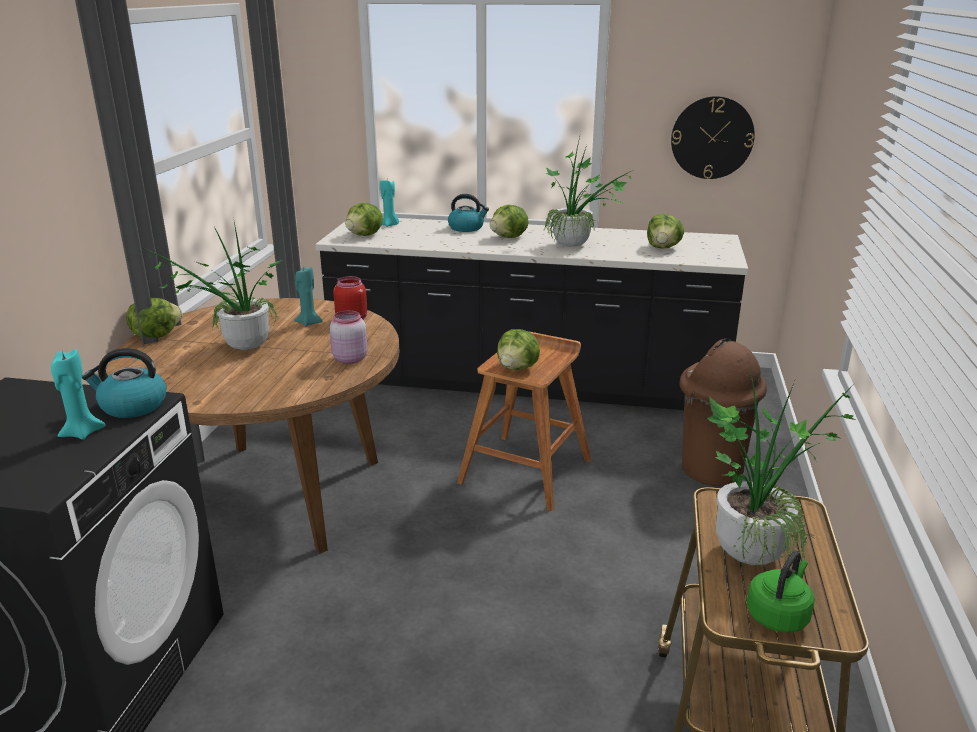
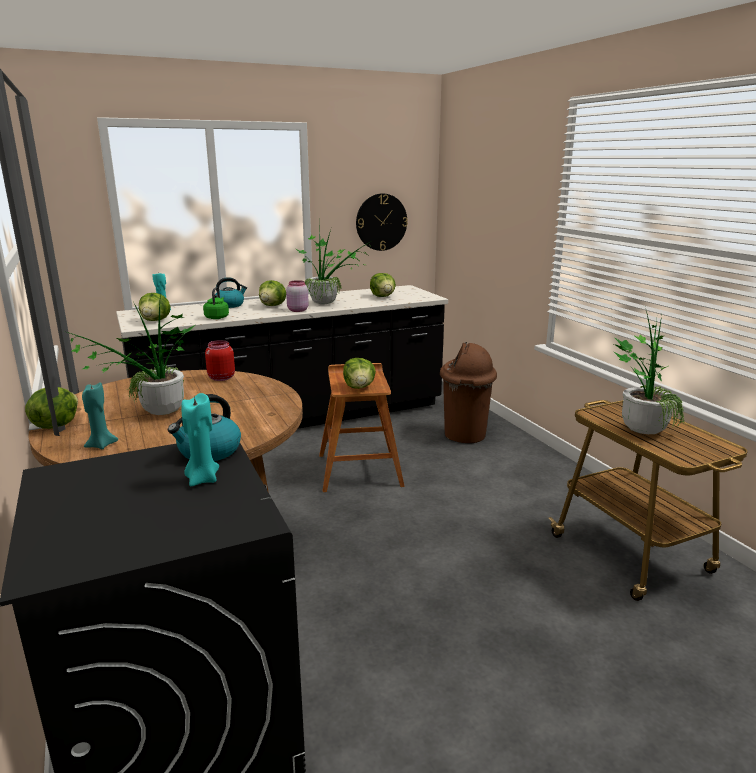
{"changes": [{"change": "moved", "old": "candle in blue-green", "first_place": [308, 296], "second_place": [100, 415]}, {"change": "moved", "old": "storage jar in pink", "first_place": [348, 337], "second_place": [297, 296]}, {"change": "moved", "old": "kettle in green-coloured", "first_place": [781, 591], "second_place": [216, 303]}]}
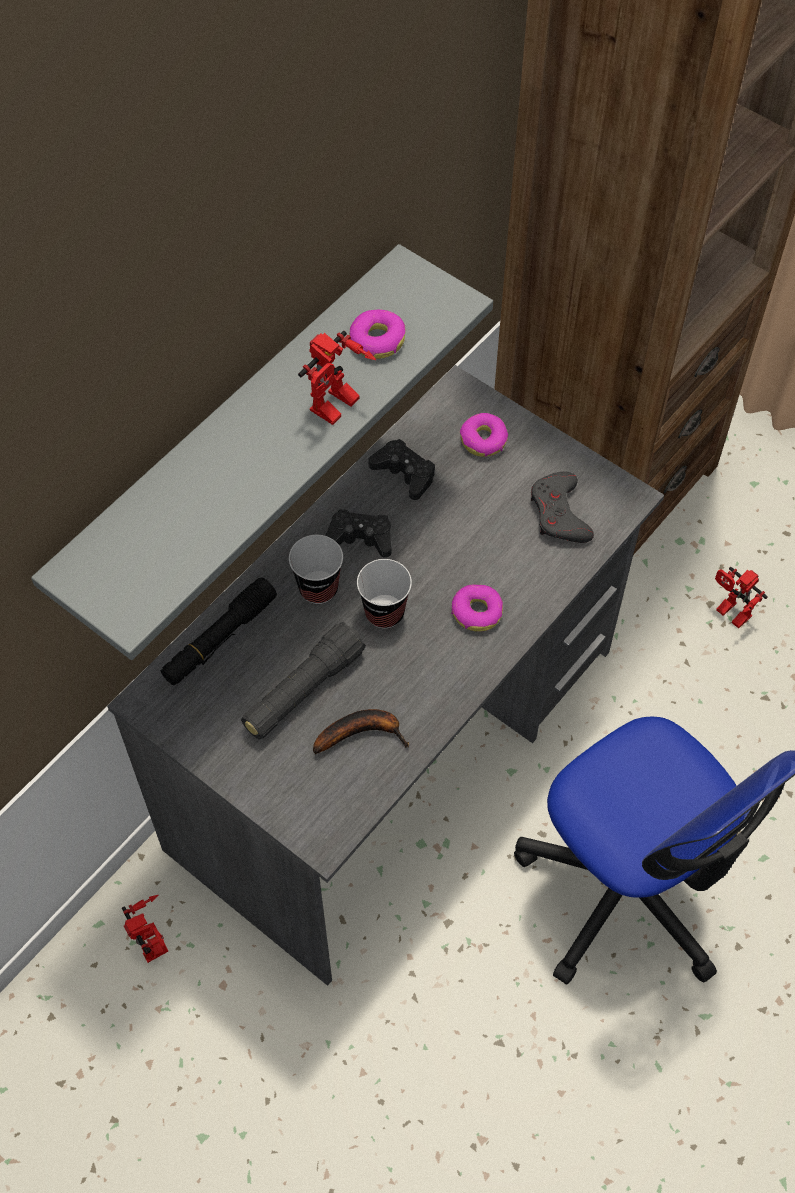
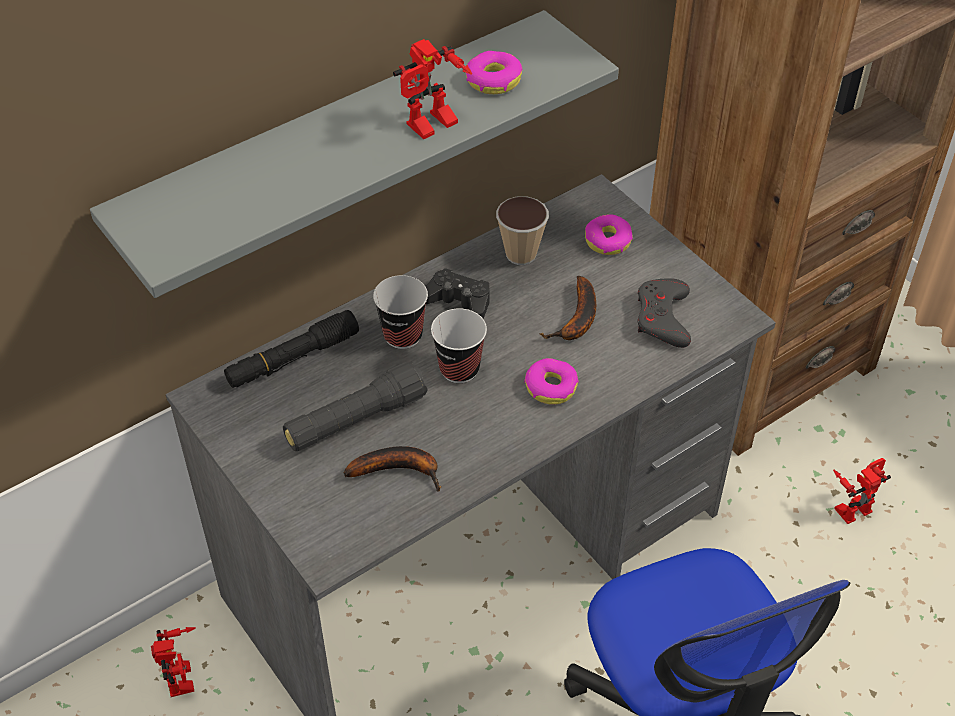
{"changes": [{"change": "added", "new": "banana", "second_place": [568, 308]}, {"change": "replaced", "old": "gamepad in black", "new": "drinking cup", "first_place": [402, 469], "second_place": [522, 230]}, {"change": "turned", "old": "model robot", "first_place": [741, 598], "second_place": [862, 491], "degrees": 90}]}
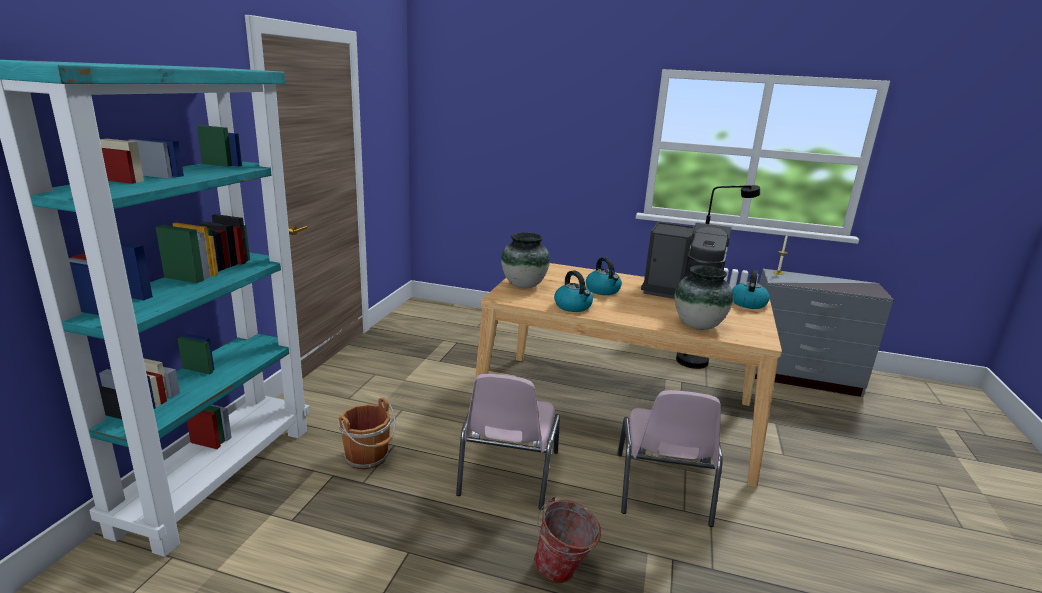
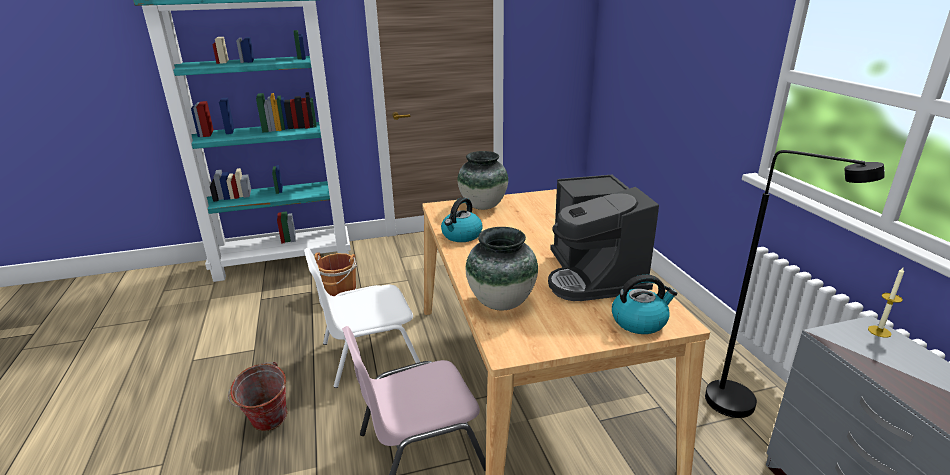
{"changes": [{"change": "removed", "old": "kettle", "first_place": [604, 276]}, {"change": "recoloured", "old": "upright chair in pink", "new": "upright chair in white-coloured", "first_place": [508, 442], "second_place": [362, 318]}]}
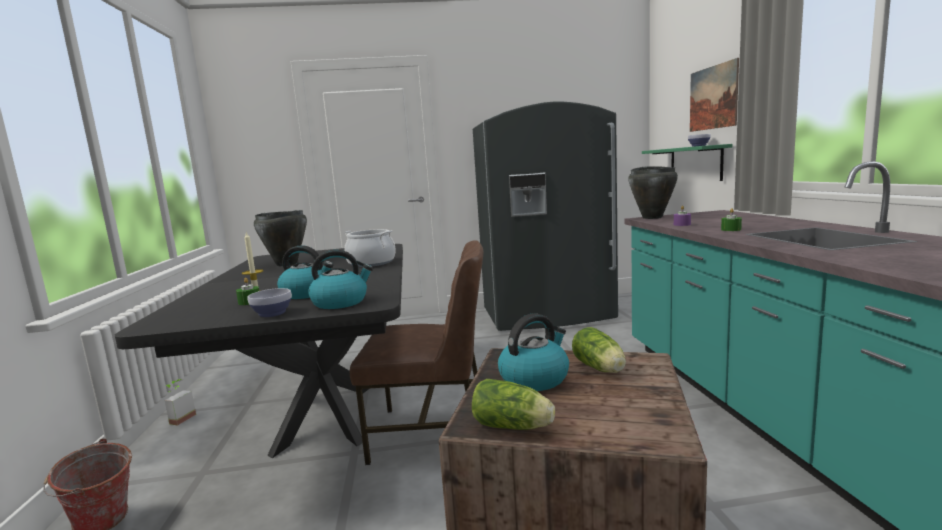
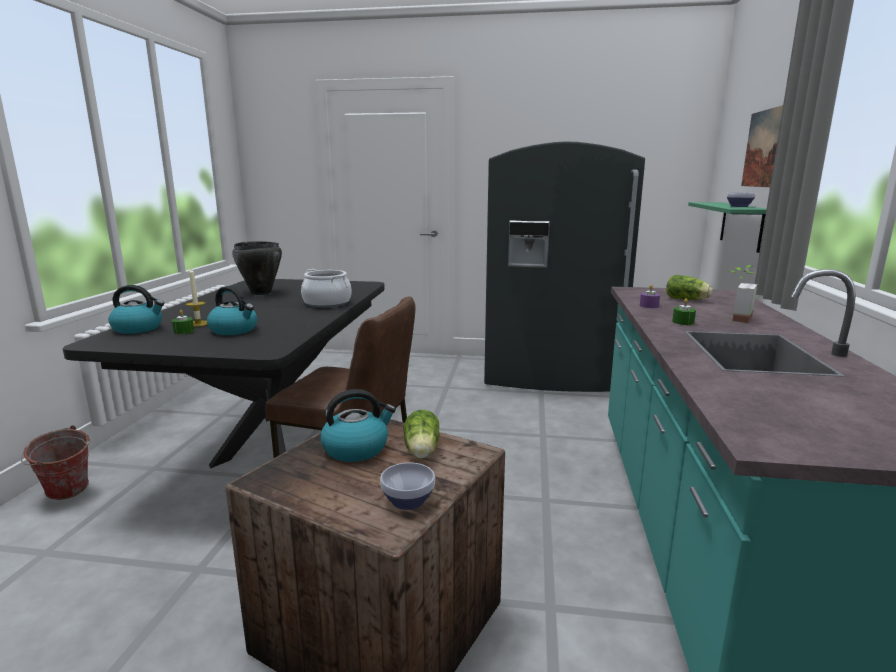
{"changes": [{"change": "removed", "old": "cooking pot in black", "first_place": [653, 192]}, {"change": "moved", "old": "plant in a pot", "first_place": [180, 402], "second_place": [744, 294]}, {"change": "moved", "old": "bowl", "first_place": [270, 302], "second_place": [407, 486]}, {"change": "moved", "old": "kettle", "first_place": [340, 279], "second_place": [136, 309]}, {"change": "moved", "old": "lettuce head", "first_place": [513, 404], "second_place": [689, 287]}]}
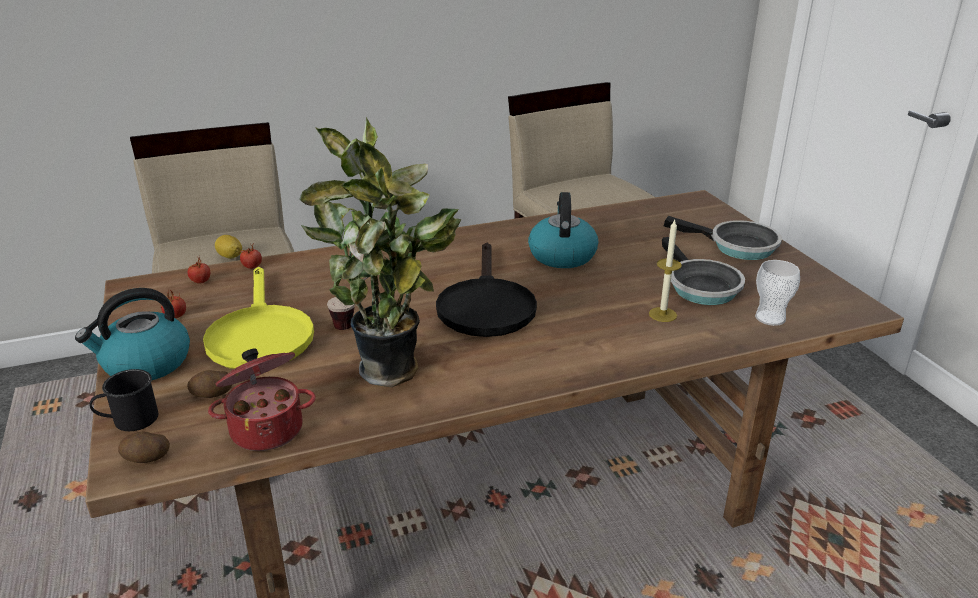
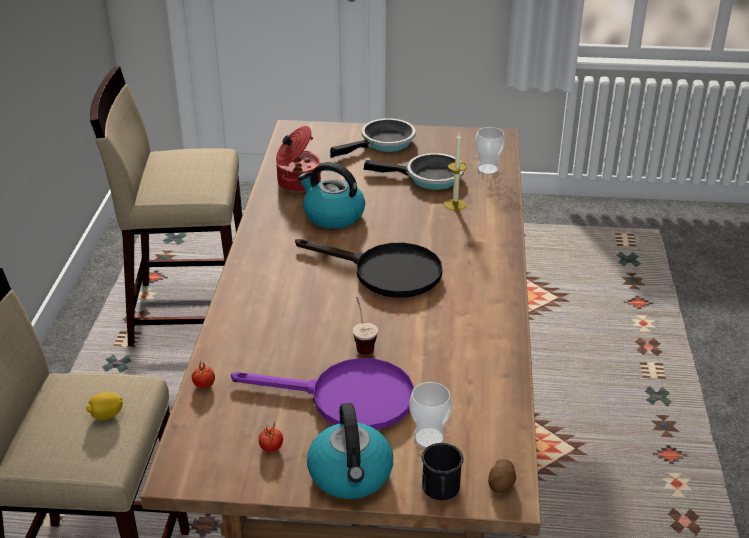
{"changes": [{"change": "removed", "old": "tomato", "first_place": [198, 270]}, {"change": "removed", "old": "plant in a pot", "first_place": [380, 252]}, {"change": "moved", "old": "cooking pot", "first_place": [261, 399], "second_place": [298, 159]}, {"change": "replaced", "old": "potato", "new": "drinking cup", "first_place": [209, 384], "second_place": [430, 415]}, {"change": "recoloured", "old": "frying pan in yellowish", "new": "frying pan in purple-coloured", "first_place": [258, 318], "second_place": [322, 394]}]}
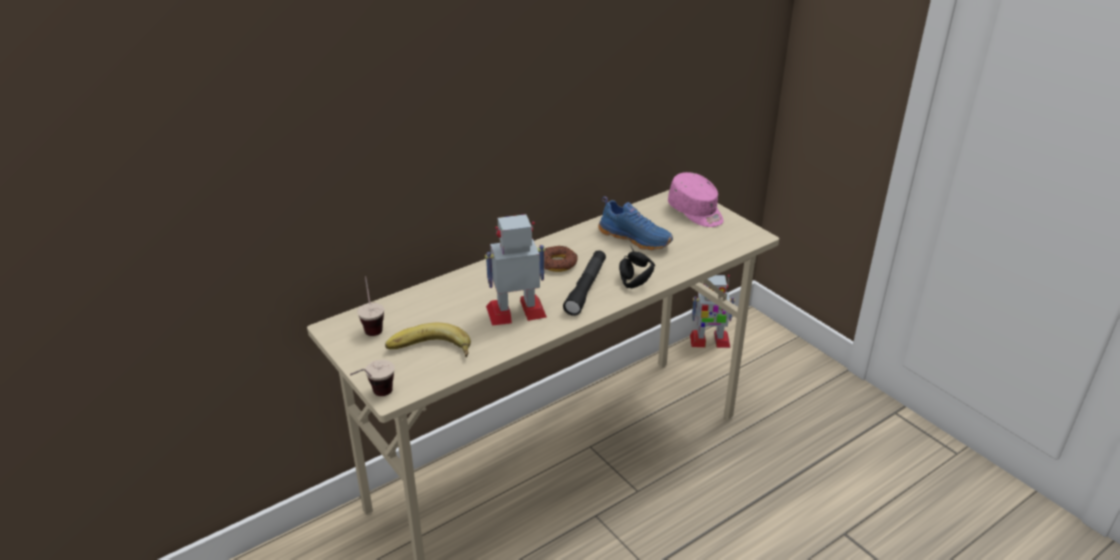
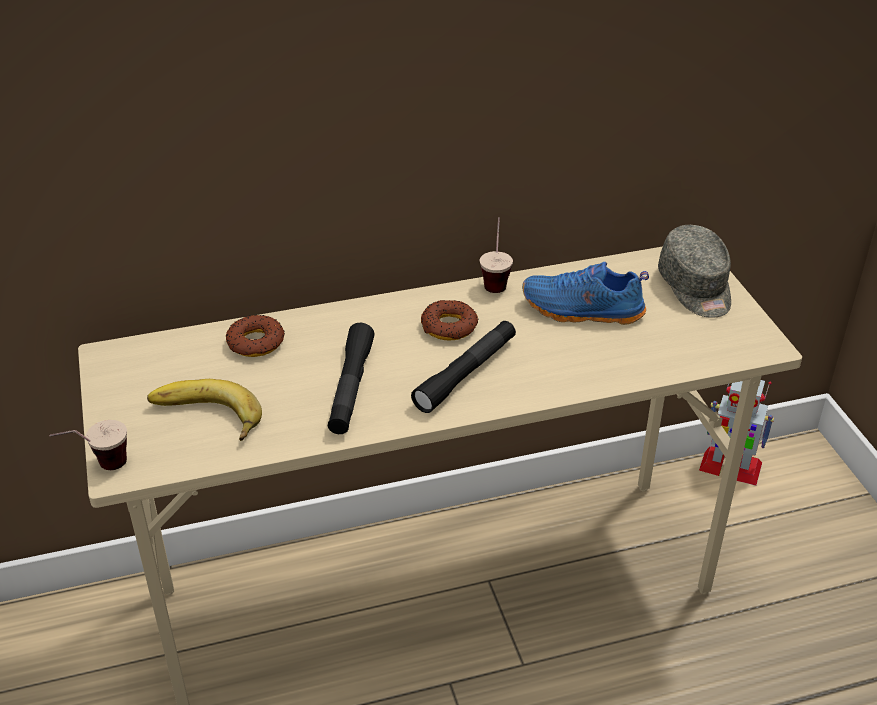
{"changes": [{"change": "removed", "old": "headset in black", "first_place": [637, 267]}, {"change": "added", "new": "ring doughnut", "second_place": [255, 336]}, {"change": "moved", "old": "drinking cup", "first_place": [370, 306], "second_place": [496, 255]}, {"change": "replaced", "old": "model robot", "new": "flashlight in black", "first_place": [516, 270], "second_place": [351, 378]}, {"change": "recoloured", "old": "cap in pink", "new": "cap in gray", "first_place": [695, 199], "second_place": [694, 271]}, {"change": "turned", "old": "low shoe in bluish", "first_place": [635, 223], "second_place": [585, 293], "degrees": 135}]}
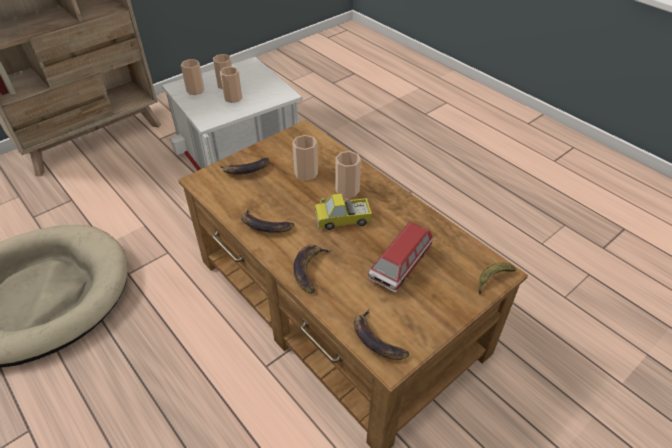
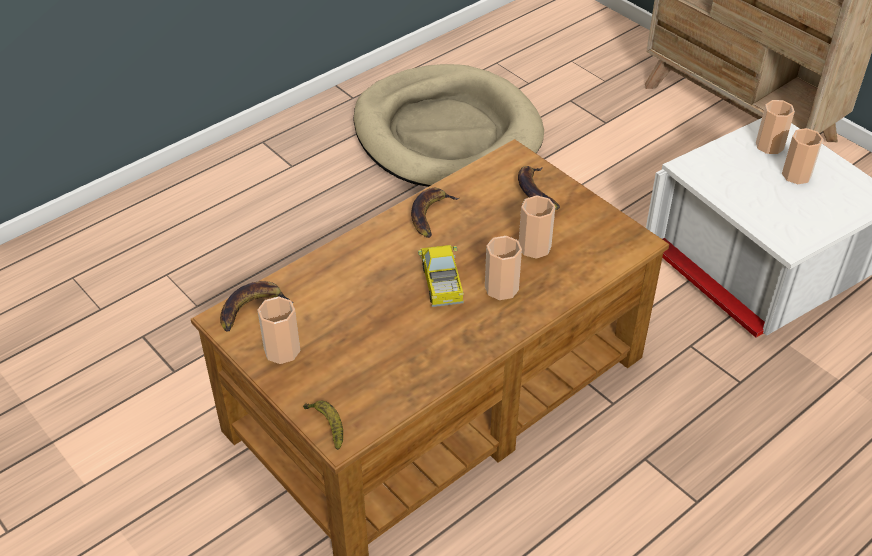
{"changes": [{"change": "removed", "old": "banana", "first_place": [313, 269]}, {"change": "removed", "old": "toy car", "first_place": [400, 257]}, {"change": "moved", "old": "drinking cup", "first_place": [231, 84], "second_place": [279, 330]}]}
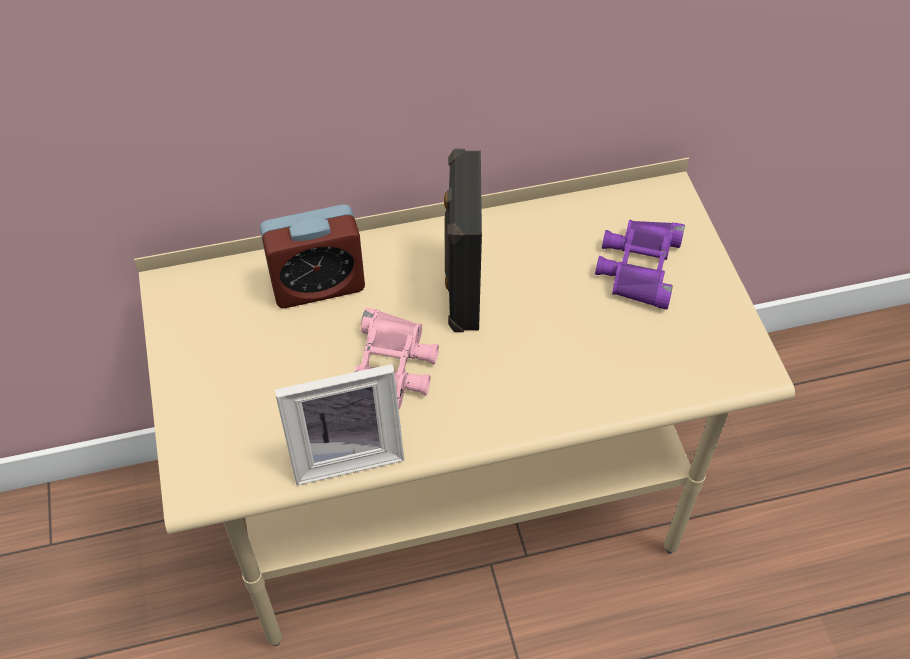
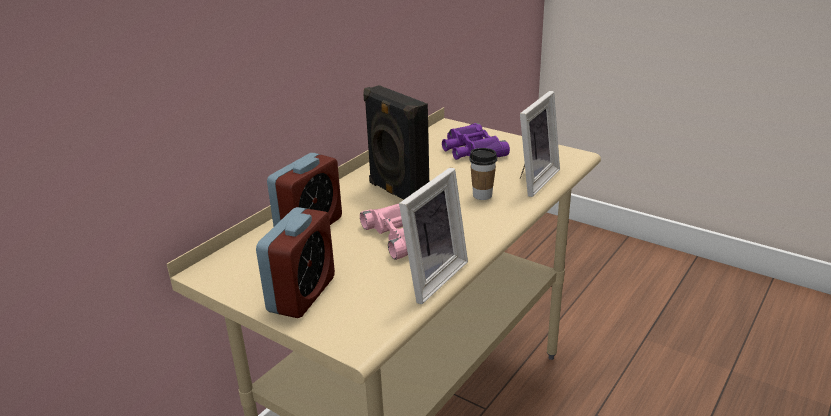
{"changes": [{"change": "added", "new": "table clock", "second_place": [295, 262]}, {"change": "added", "new": "drinking cup", "second_place": [483, 174]}, {"change": "added", "new": "standing frame", "second_place": [540, 144]}]}
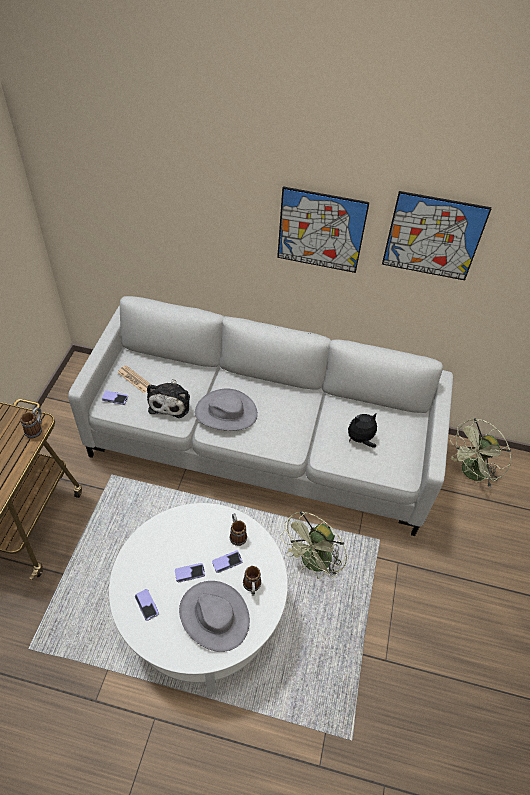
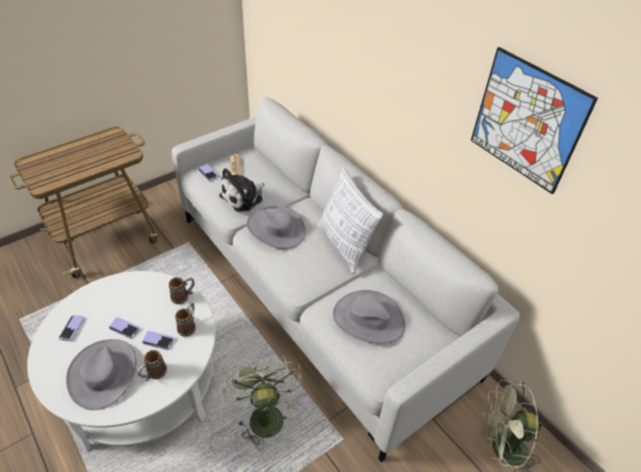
{"changes": [{"change": "removed", "old": "picture", "first_place": [323, 229]}, {"change": "added", "new": "pillow", "second_place": [351, 220]}, {"change": "moved", "old": "tea mug", "first_place": [31, 422], "second_place": [182, 290]}, {"change": "replaced", "old": "cuddly toy", "new": "wearable hat in gray", "first_place": [362, 430], "second_place": [369, 317]}, {"change": "turned", "old": "fan in green-coloured", "first_place": [313, 545], "second_place": [263, 402], "degrees": 90}]}
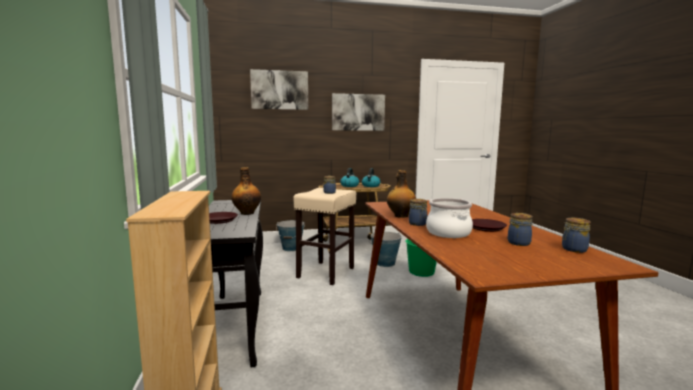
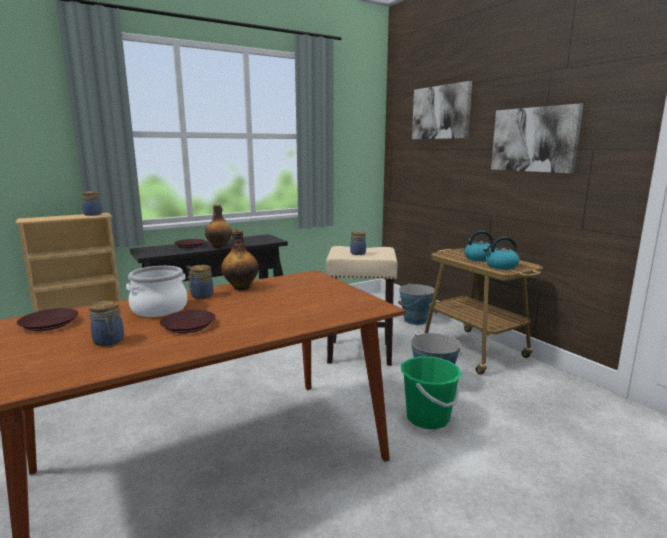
{"changes": [{"change": "added", "new": "flat dish in brown-coloured", "second_place": [47, 319]}, {"change": "moved", "old": "storage jar", "first_place": [576, 235], "second_place": [91, 203]}]}
